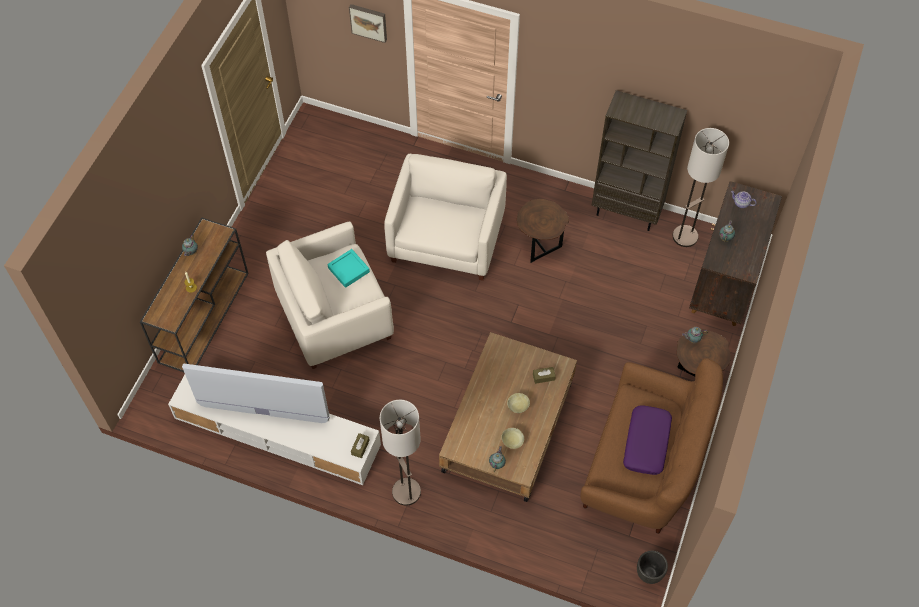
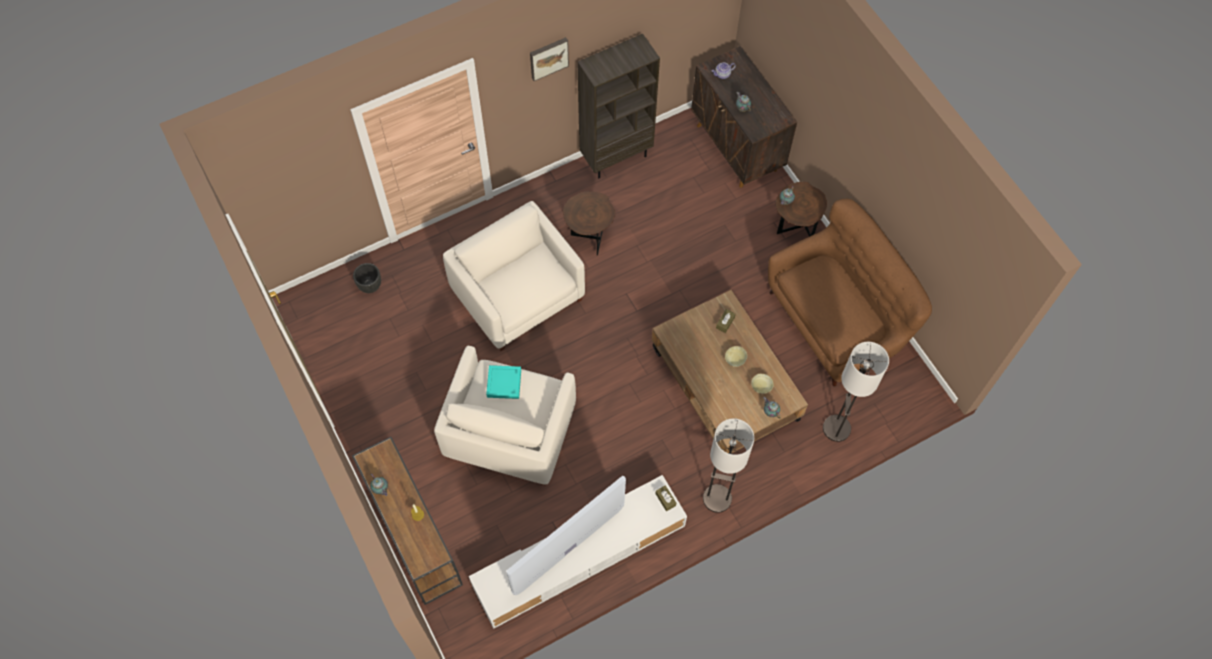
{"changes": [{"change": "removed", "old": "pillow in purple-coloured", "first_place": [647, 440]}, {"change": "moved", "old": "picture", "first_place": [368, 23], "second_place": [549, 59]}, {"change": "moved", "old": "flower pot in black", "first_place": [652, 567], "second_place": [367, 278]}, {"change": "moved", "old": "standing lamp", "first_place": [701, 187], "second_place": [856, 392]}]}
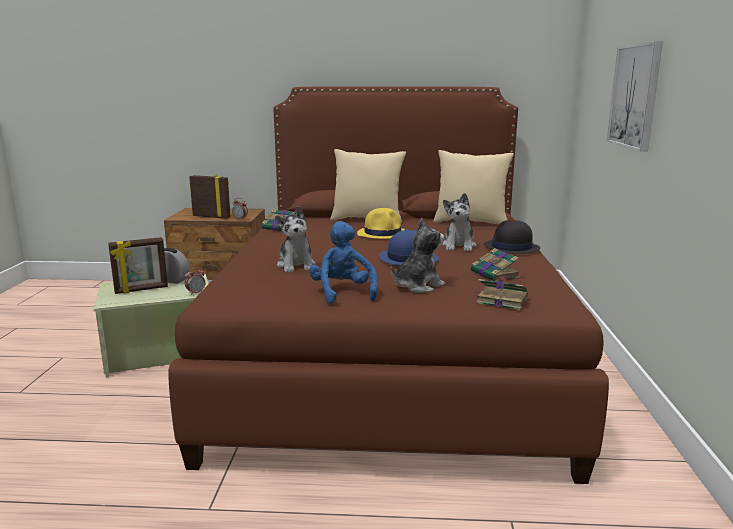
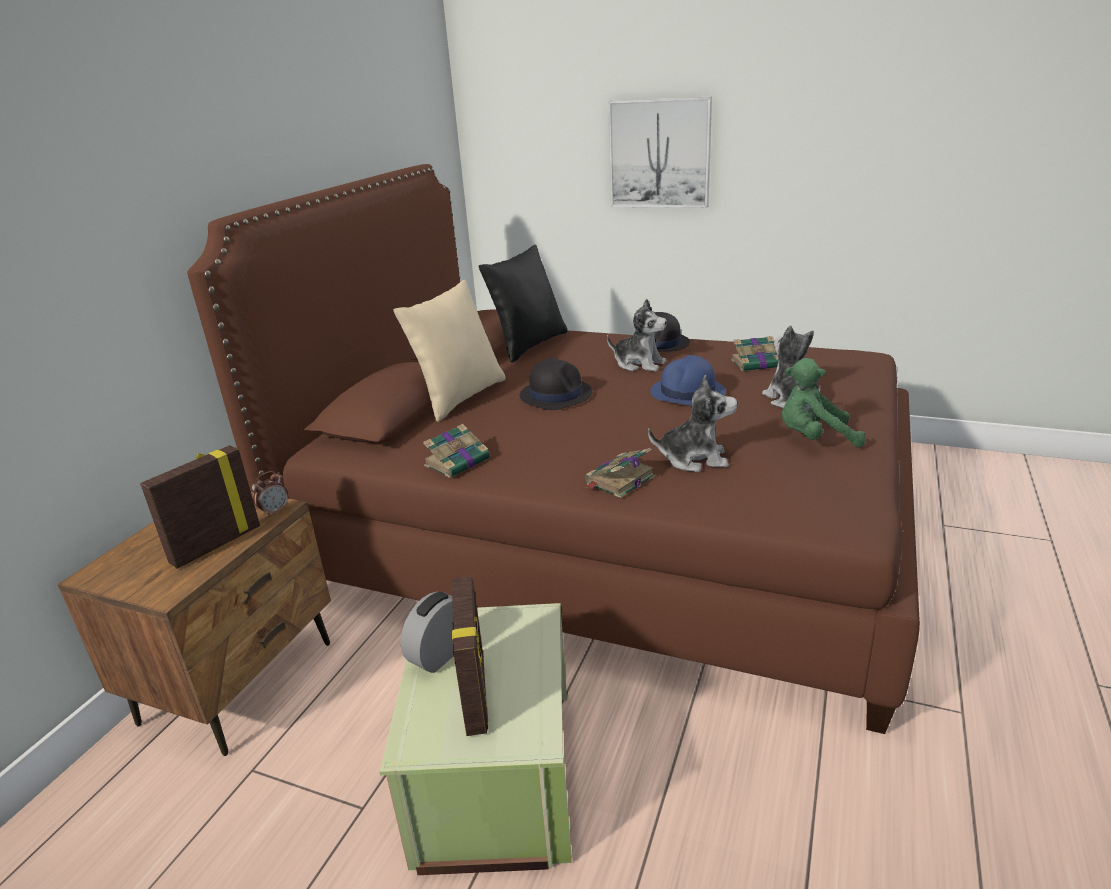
{"changes": [{"change": "removed", "old": "table clock", "first_place": [195, 281]}, {"change": "moved", "old": "bound book", "first_place": [501, 294], "second_place": [620, 473]}, {"change": "recoloured", "old": "cuddly toy in bluish", "new": "cuddly toy in green-coloured", "first_place": [343, 262], "second_place": [823, 402]}, {"change": "recoloured", "old": "wearable hat in yellowish", "new": "wearable hat in black", "first_place": [381, 223], "second_place": [556, 384]}, {"change": "recoloured", "old": "pillow in sand-coloured", "new": "pillow in black", "first_place": [473, 187], "second_place": [523, 304]}]}
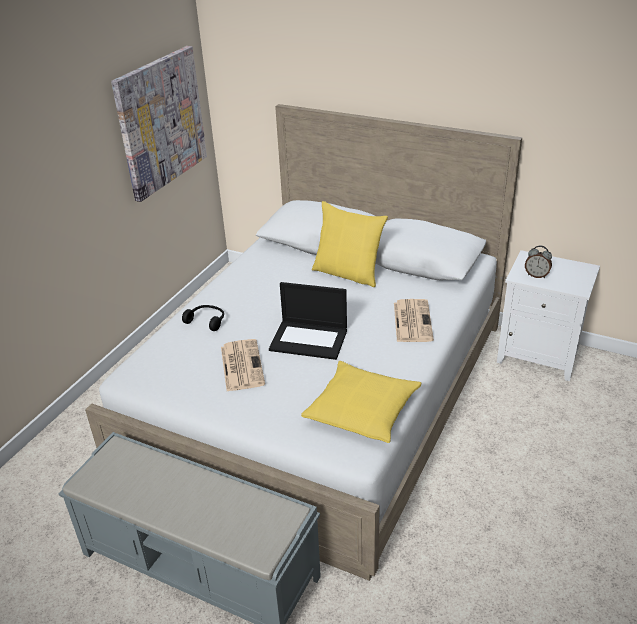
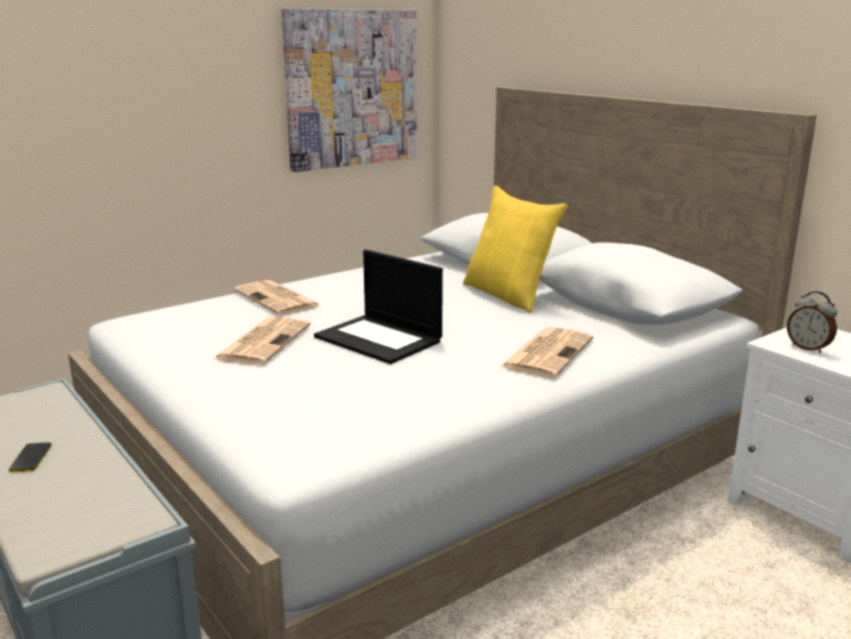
{"changes": [{"change": "removed", "old": "pillow in yellowish", "first_place": [361, 402]}, {"change": "added", "new": "handset", "second_place": [30, 457]}, {"change": "replaced", "old": "headset in black", "new": "newspaper", "first_place": [203, 318], "second_place": [277, 297]}]}
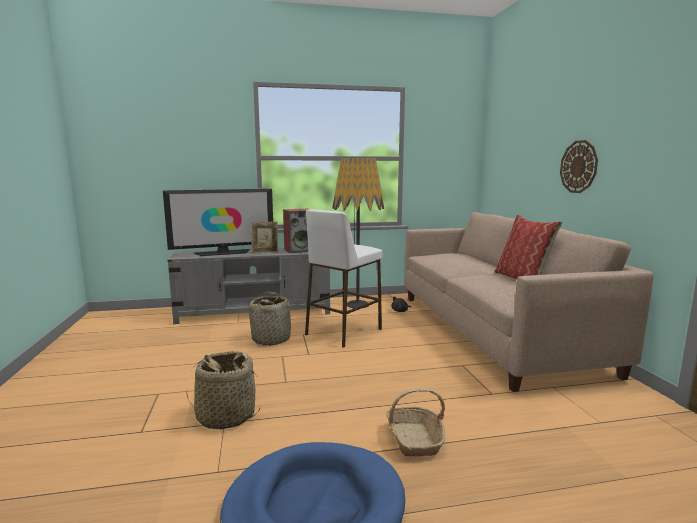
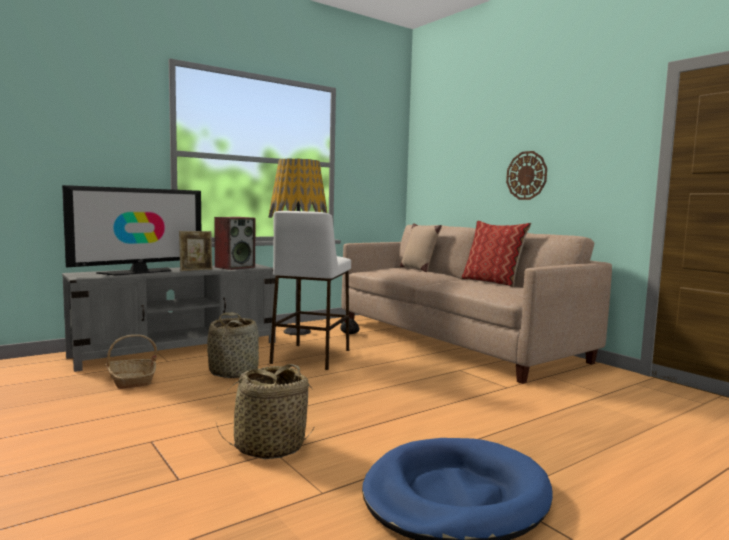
{"changes": [{"change": "added", "new": "pillow in sand-coloured", "second_place": [421, 247]}, {"change": "moved", "old": "storage basket", "first_place": [415, 423], "second_place": [131, 361]}]}
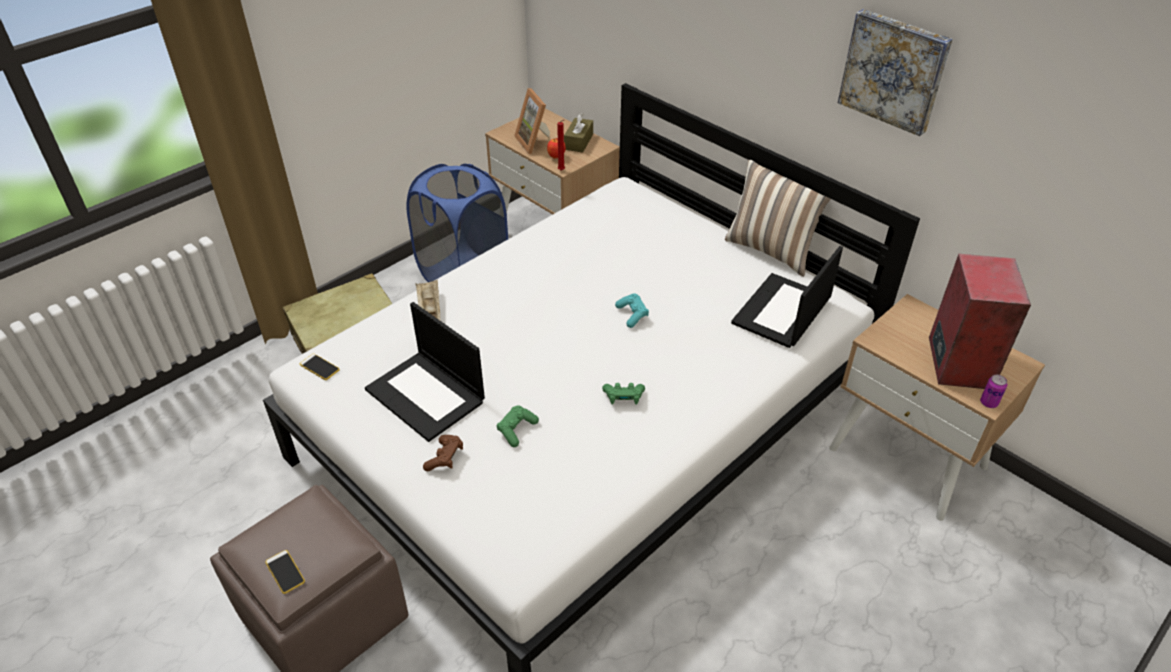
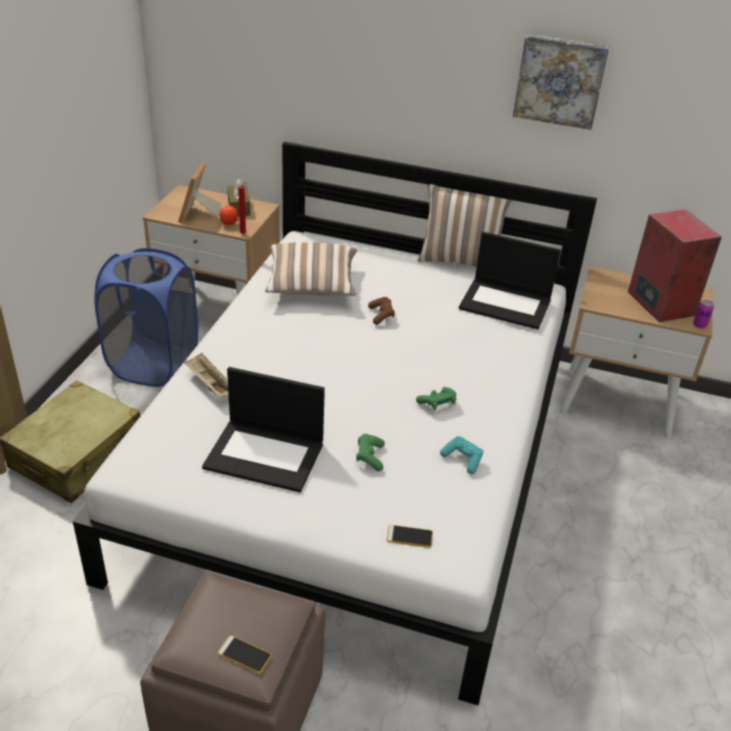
{"changes": [{"change": "added", "new": "pillow", "second_place": [311, 269]}, {"change": "moved", "old": "handset", "first_place": [320, 367], "second_place": [410, 536]}, {"change": "moved", "old": "gamepad in brown-coloured", "first_place": [443, 453], "second_place": [381, 311]}, {"change": "moved", "old": "gamepad in blue-green", "first_place": [632, 311], "second_place": [461, 455]}, {"change": "turned", "old": "standing frame", "first_place": [532, 121], "second_place": [200, 192], "degrees": 60}, {"change": "turned", "old": "notebook computer", "first_place": [787, 297], "second_place": [510, 280], "degrees": -75}]}
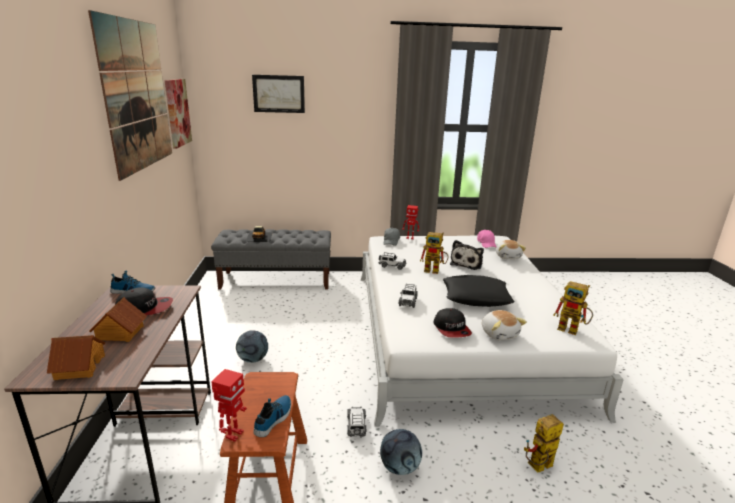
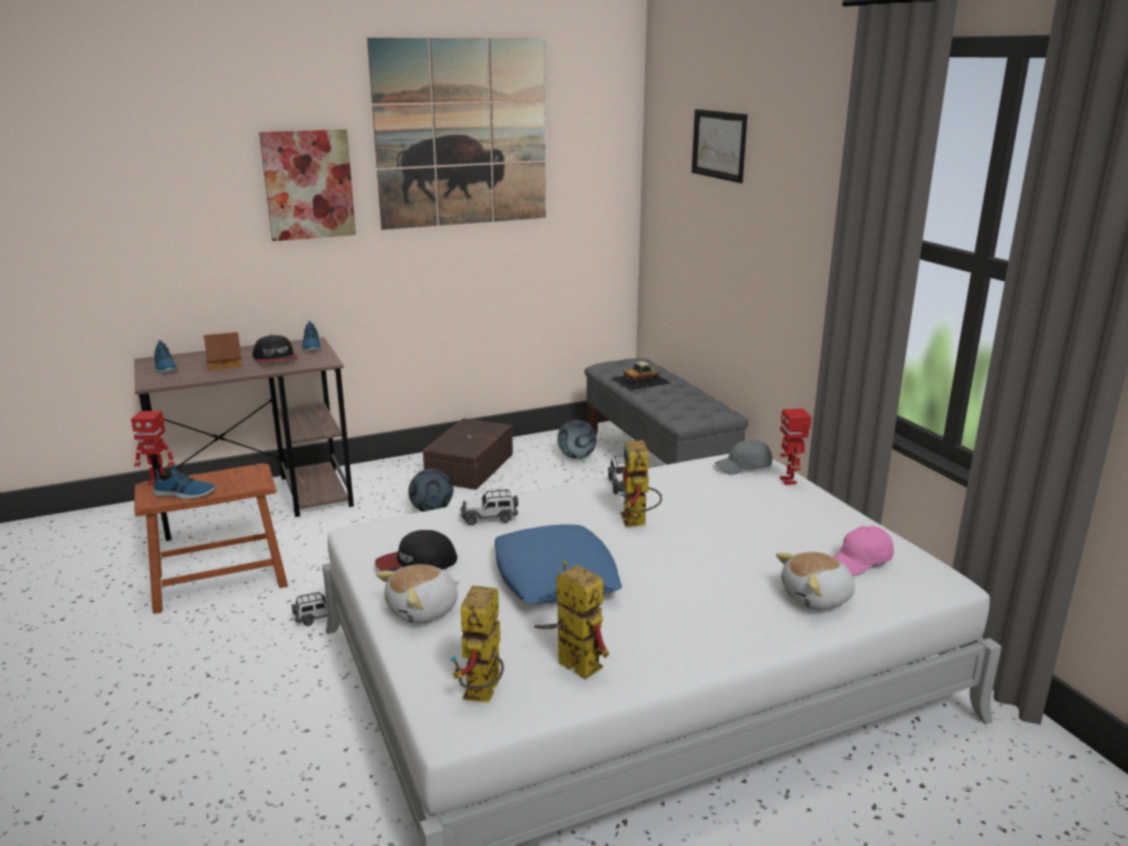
{"changes": [{"change": "removed", "old": "cuddly toy", "first_place": [467, 255]}, {"change": "added", "new": "storage bin in brown-coloured", "second_place": [468, 454]}, {"change": "moved", "old": "picture", "first_place": [178, 114], "second_place": [307, 185]}, {"change": "moved", "old": "football", "first_place": [401, 452], "second_place": [576, 439]}, {"change": "moved", "old": "model robot", "first_place": [544, 443], "second_place": [572, 620]}, {"change": "replaced", "old": "toy house", "new": "low shoe", "first_place": [76, 357], "second_place": [166, 356]}, {"change": "recoloured", "old": "pillow in black", "new": "pillow in bluish", "first_place": [478, 291], "second_place": [558, 564]}]}
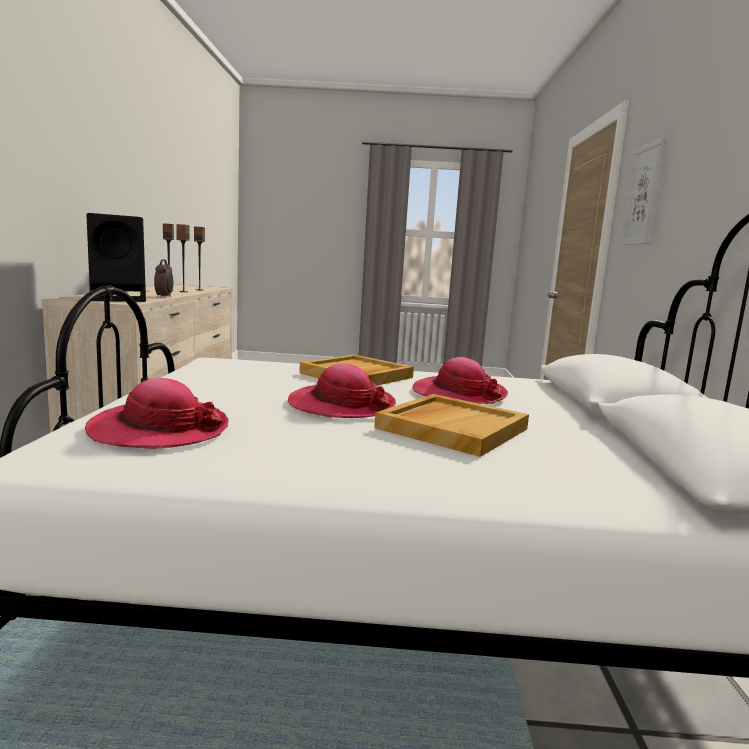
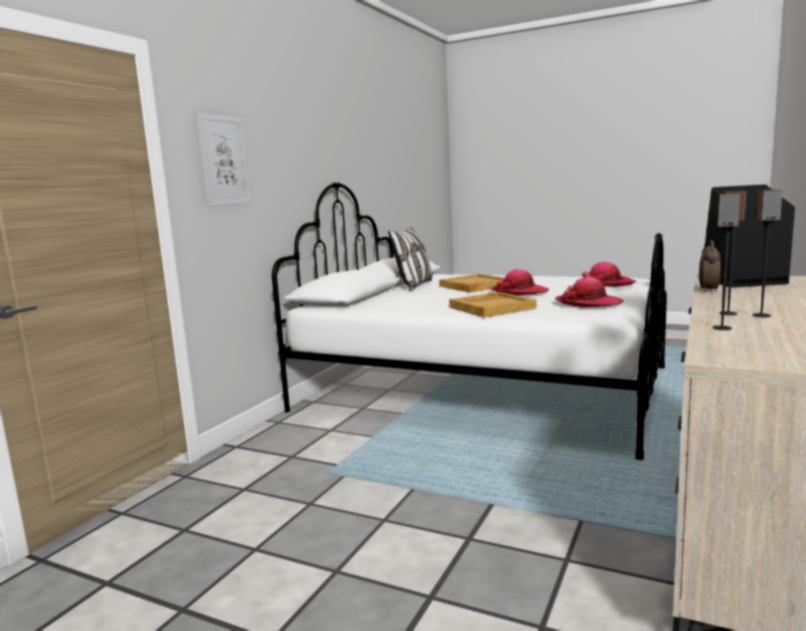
{"changes": [{"change": "added", "new": "pillow", "second_place": [410, 259]}, {"change": "moved", "old": "wearable hat", "first_place": [460, 380], "second_place": [589, 292]}]}
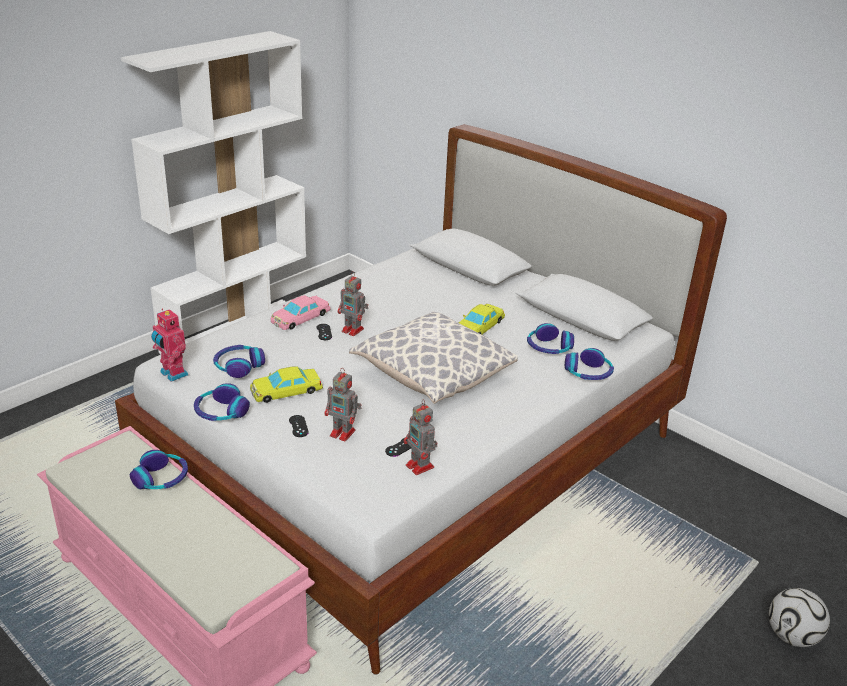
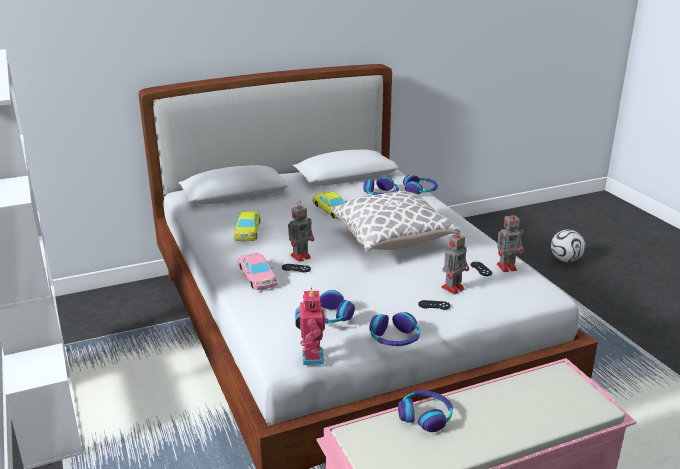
{"changes": [{"change": "moved", "old": "toy car in yellowish", "first_place": [286, 385], "second_place": [247, 226]}, {"change": "turned", "old": "model robot", "first_place": [169, 345], "second_place": [310, 326], "degrees": 105}]}
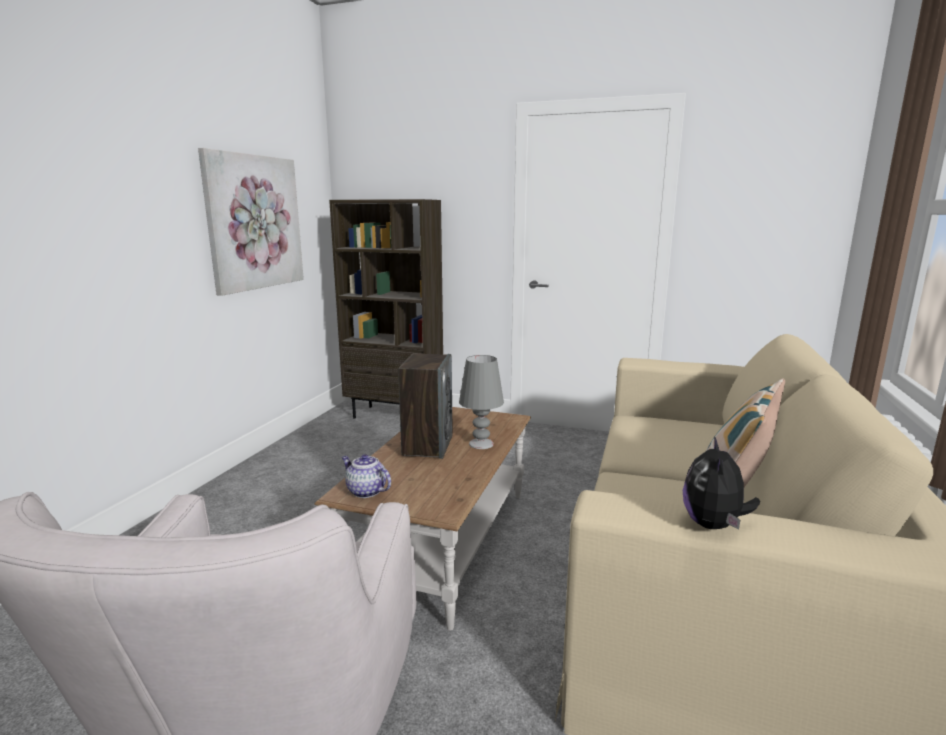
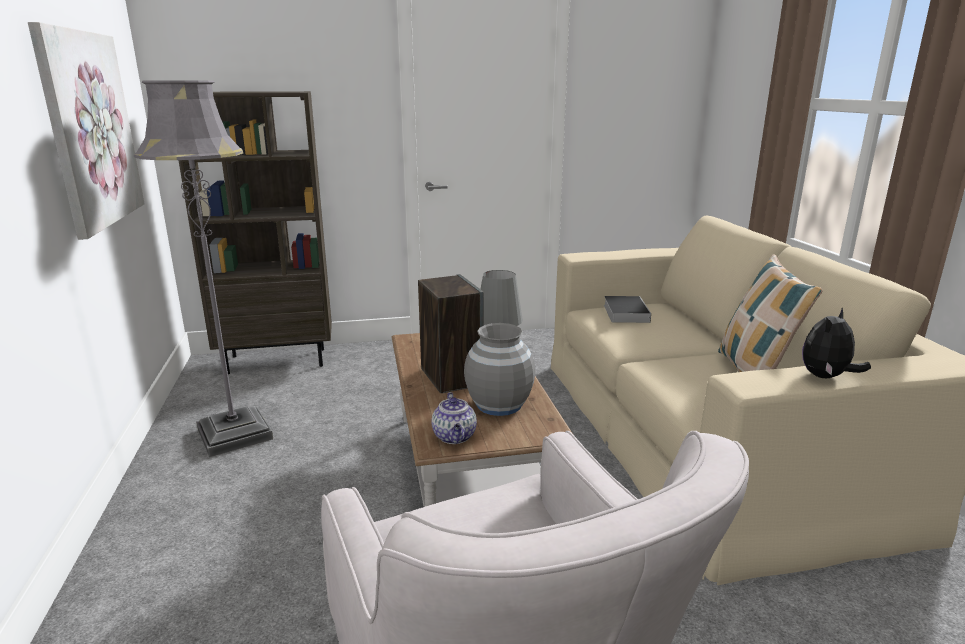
{"changes": [{"change": "added", "new": "standing lamp in gray", "second_place": [203, 269]}, {"change": "added", "new": "flower vase in gray", "second_place": [499, 369]}, {"change": "added", "new": "bound book", "second_place": [627, 309]}, {"change": "turned", "old": "pot for tea", "first_place": [366, 476], "second_place": [454, 418], "degrees": -105}, {"change": "turned", "old": "cuddly toy", "first_place": [721, 483], "second_place": [836, 343], "degrees": 60}]}
